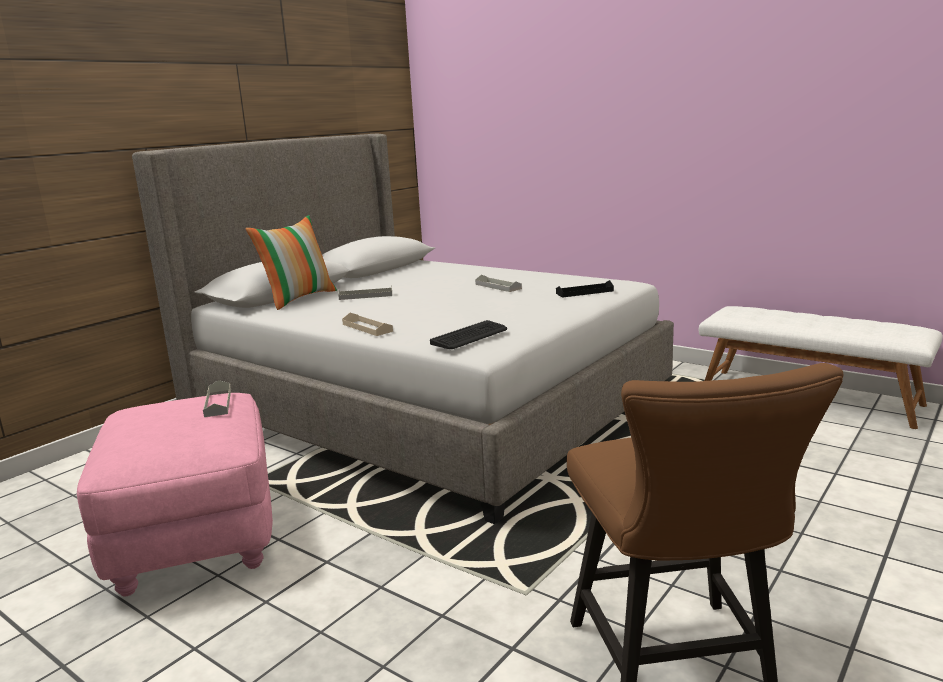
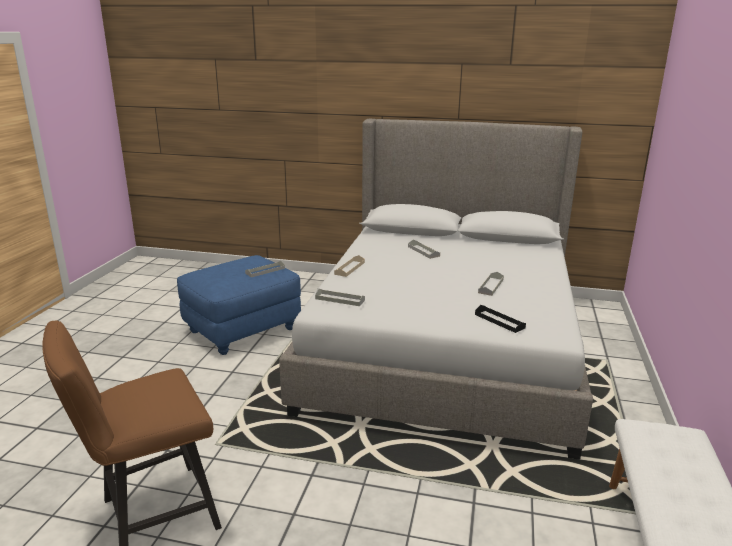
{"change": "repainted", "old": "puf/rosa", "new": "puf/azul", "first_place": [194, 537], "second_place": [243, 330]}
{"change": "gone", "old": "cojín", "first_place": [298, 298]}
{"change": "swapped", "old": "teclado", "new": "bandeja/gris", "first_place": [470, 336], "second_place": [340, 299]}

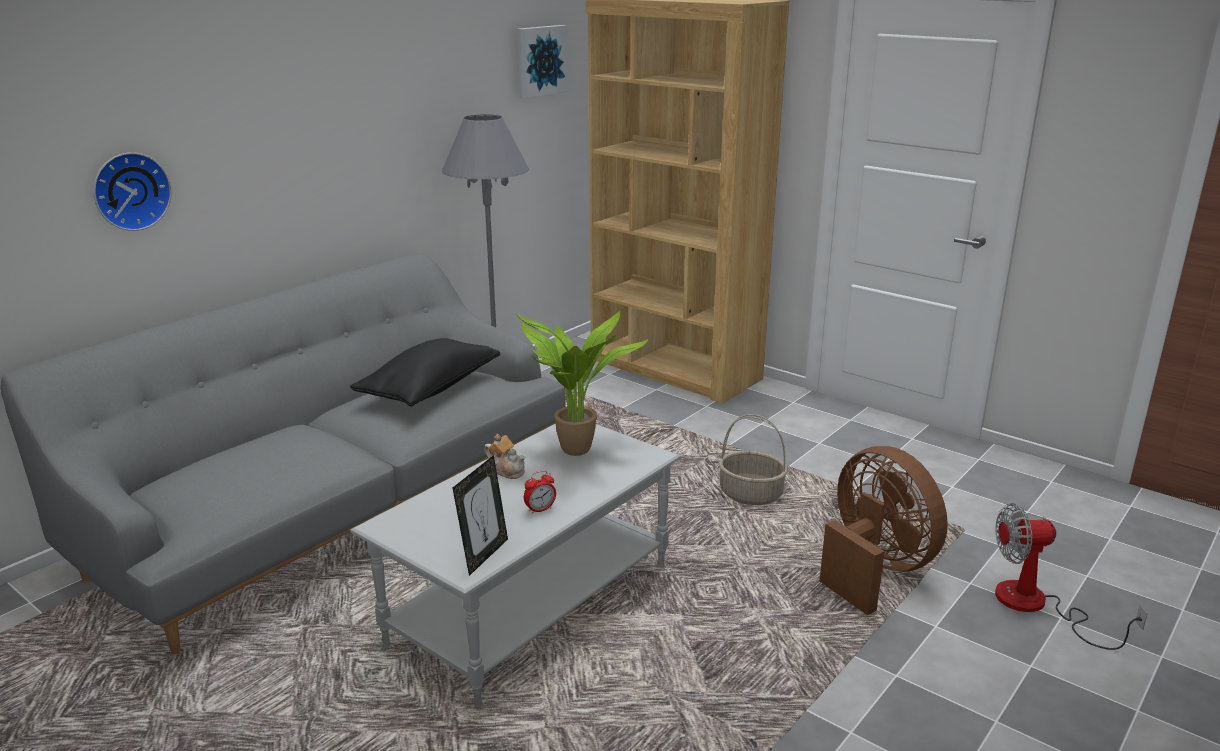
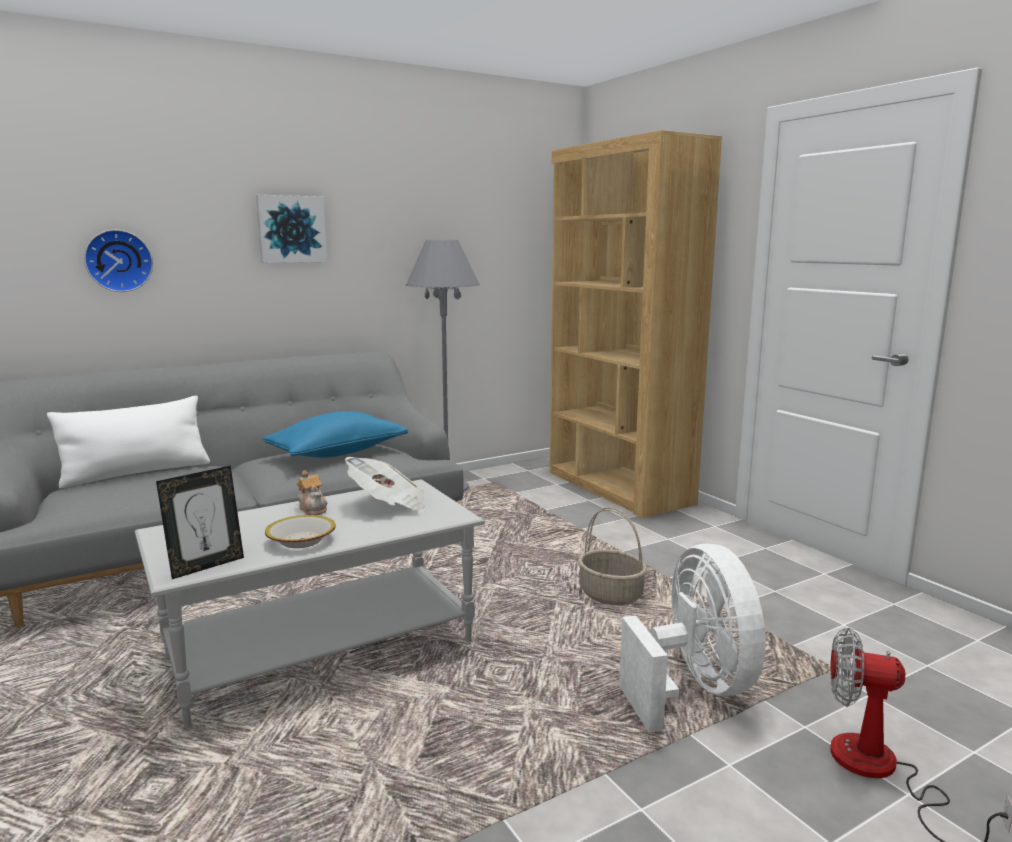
{"change": "repainted", "old": "cojín/negro", "new": "cojín/azul", "first_place": [429, 389], "second_place": [337, 453]}
{"change": "swapped", "old": "planta en maceta", "new": "periódico", "first_place": [576, 453], "second_place": [389, 505]}
{"change": "shifted", "old": "cuadro", "first_place": [540, 60], "second_place": [291, 229]}
{"change": "swapped", "old": "despertador", "new": "cuenco", "first_place": [540, 509], "second_place": [302, 540]}
{"change": "repainted", "old": "ventilador/marrón", "new": "ventilador/blanco", "first_place": [874, 569], "second_place": [694, 688]}
{"change": "new", "new": "cojín/blanco", "second_place": [137, 473]}

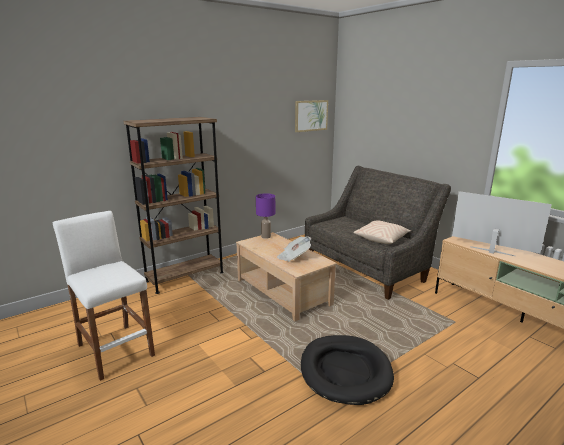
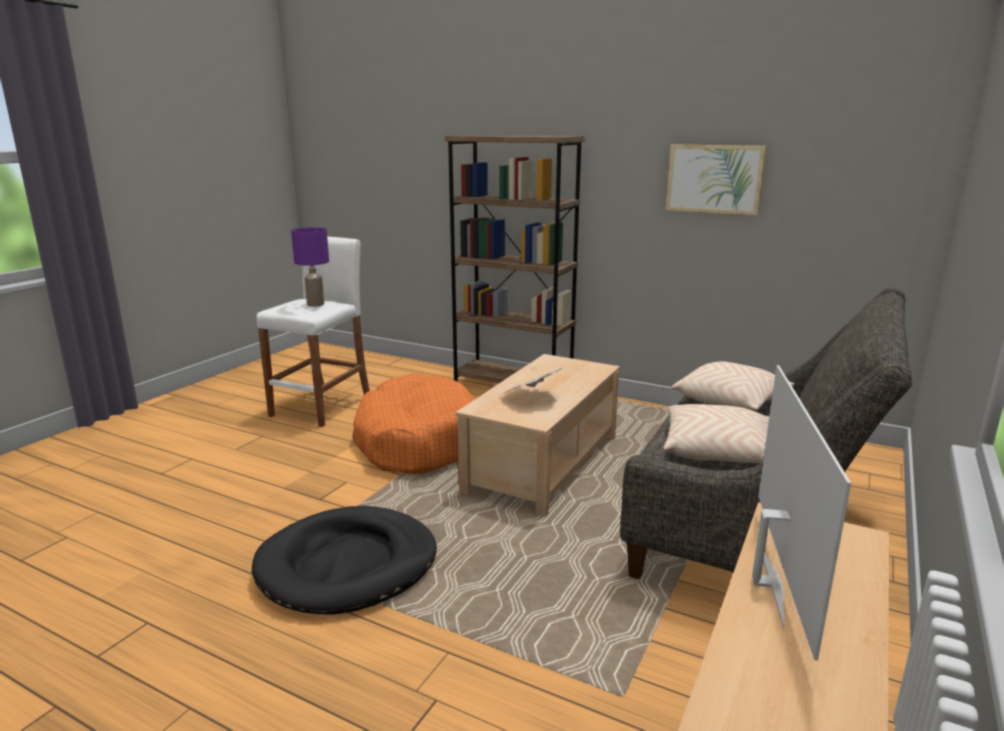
{"change": "shifted", "old": "lámpara de mesa/morado", "first_place": [266, 236], "second_place": [316, 304]}
{"change": "shifted", "old": "cuadro", "first_place": [311, 115], "second_place": [714, 179]}
{"change": "new", "new": "cama para perro/naranja", "second_place": [417, 441]}
{"change": "new", "new": "cojín/beis", "second_place": [731, 401]}

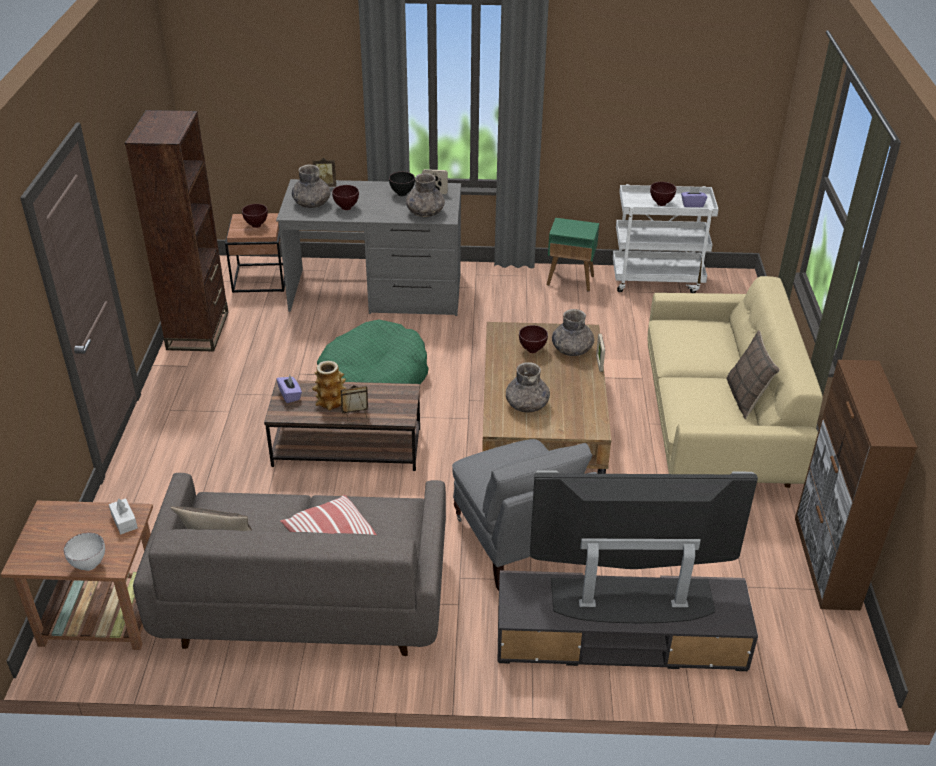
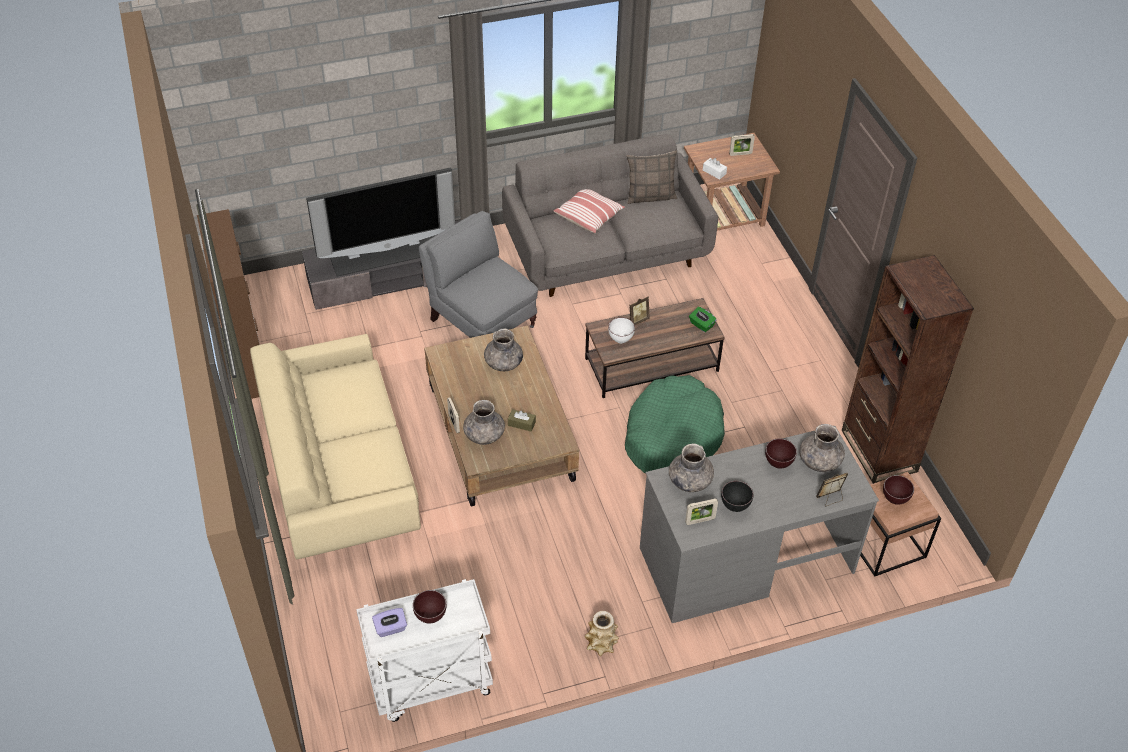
{"change": "shifted", "old": "cuenco/blanco", "first_place": [89, 566], "second_place": [620, 339]}
{"change": "repainted", "old": "caja de pañuelos/morado", "new": "caja de pañuelos/verde", "first_place": [290, 395], "second_place": [701, 325]}
{"change": "shifted", "old": "florero", "first_place": [331, 401], "second_place": [601, 644]}
{"change": "swapped", "old": "cuenco/marrón", "new": "caja de pañuelos/marrón", "first_place": [531, 350], "second_place": [521, 424]}
{"change": "gone", "old": "mesa auxiliar/verde", "first_place": [571, 280]}
{"change": "gone", "old": "cojín", "first_place": [746, 398]}
{"change": "new", "new": "portarretratos", "second_place": [740, 154]}

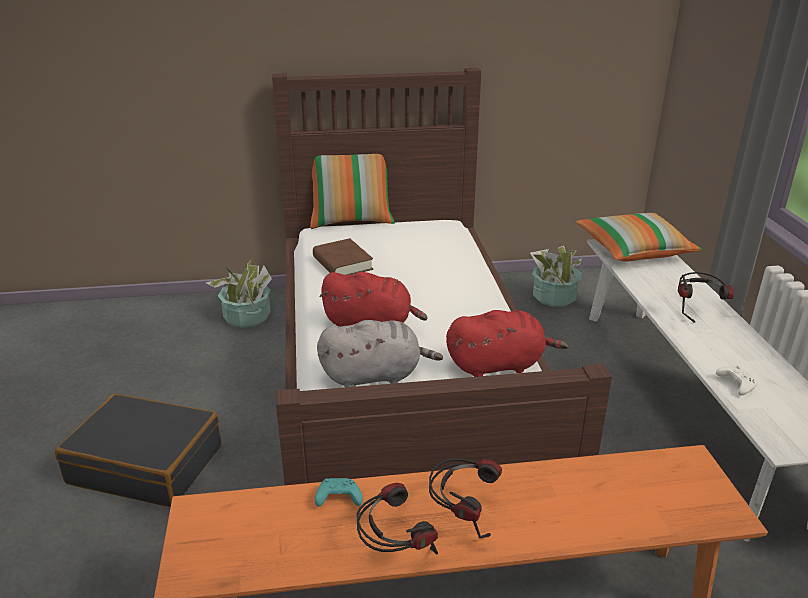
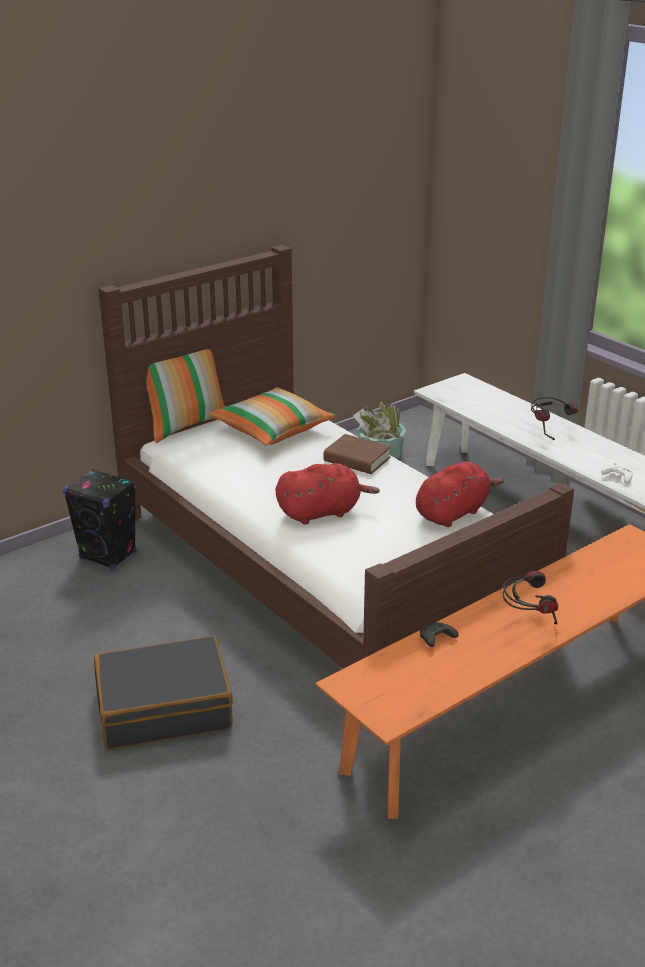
{"change": "swapped", "old": "planta en maceta", "new": "altavoz/negro", "first_place": [247, 317], "second_place": [108, 556]}
{"change": "shifted", "old": "libro/marrón", "first_place": [342, 263], "second_place": [357, 459]}
{"change": "repainted", "old": "mando de consola/turquesa", "new": "mando de consola/negro", "first_place": [337, 499], "second_place": [436, 639]}
{"change": "gone", "old": "peluche/gris", "first_place": [375, 376]}
{"change": "gone", "old": "auriculares", "first_place": [394, 551]}
{"change": "shifted", "old": "cojín", "first_place": [634, 250], "second_place": [272, 430]}

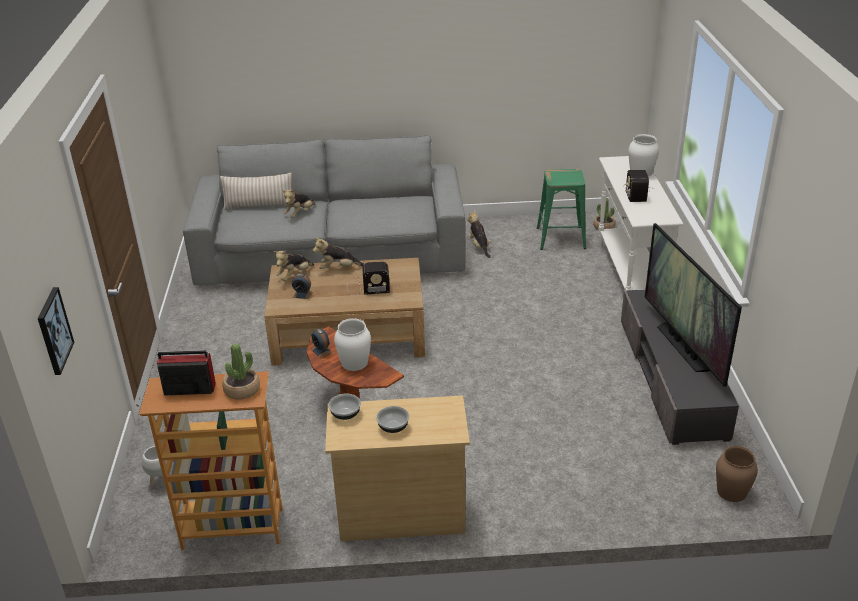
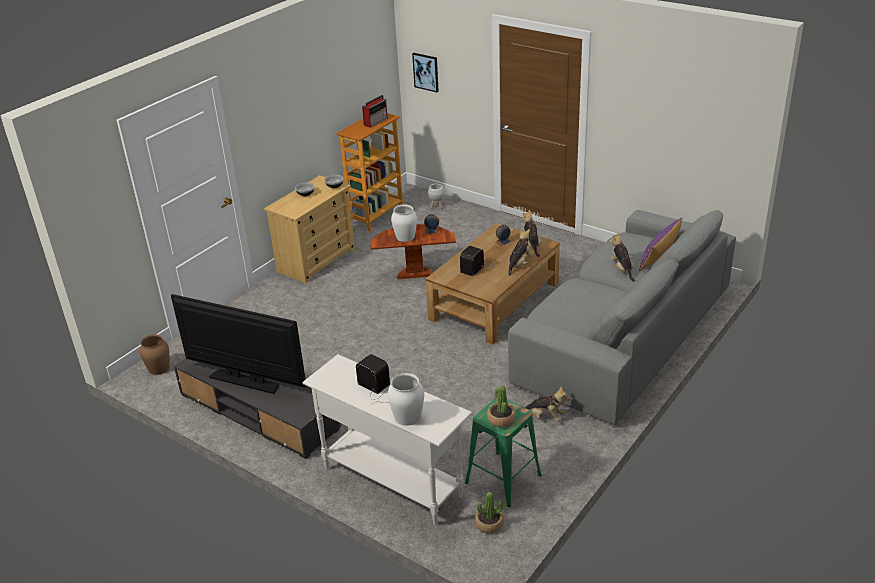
{"change": "repainted", "old": "cojín/beis", "new": "cojín/morado", "first_place": [259, 206], "second_place": [659, 256]}
{"change": "shifted", "old": "planta en maceta", "first_place": [242, 390], "second_place": [501, 419]}

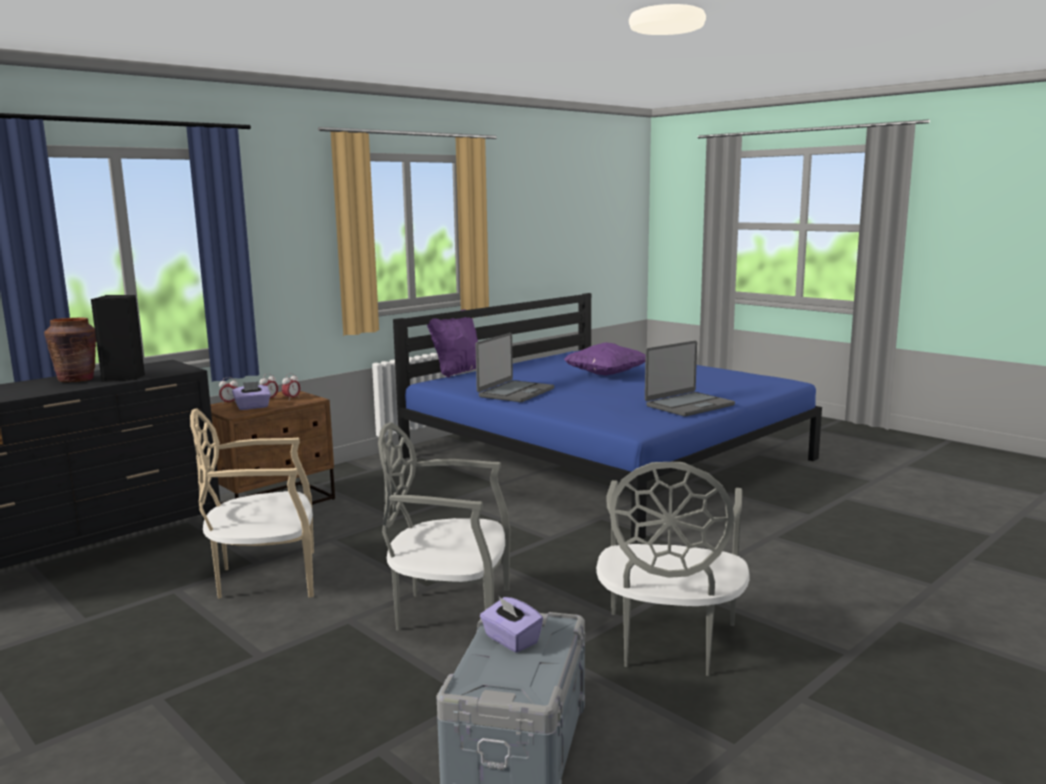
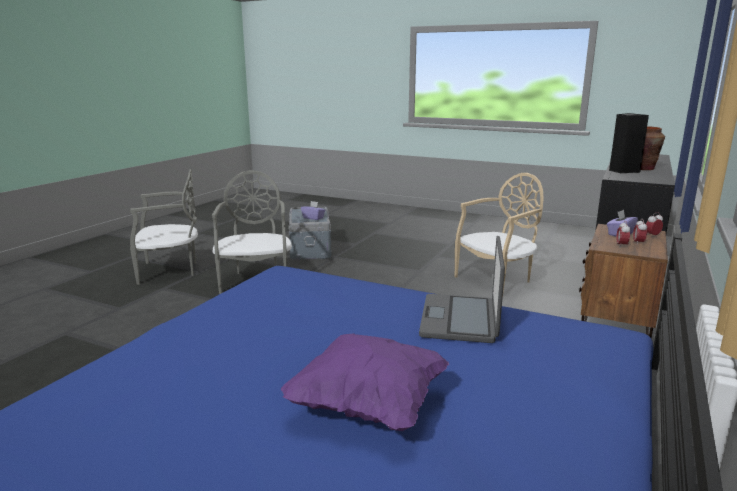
{"change": "shifted", "old": "silla/gris", "first_place": [451, 613], "second_place": [169, 271]}
{"change": "gone", "old": "cojín/morado", "first_place": [457, 372]}
{"change": "gone", "old": "portátil", "first_place": [688, 405]}

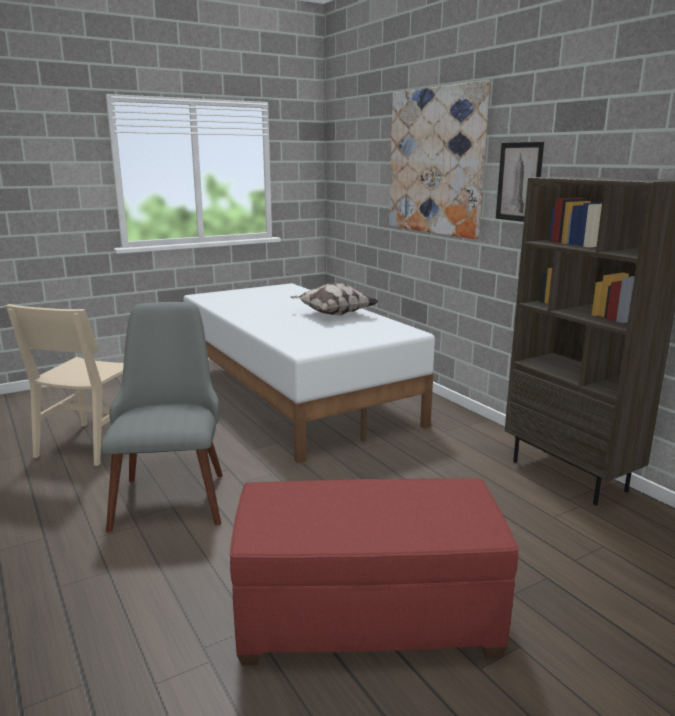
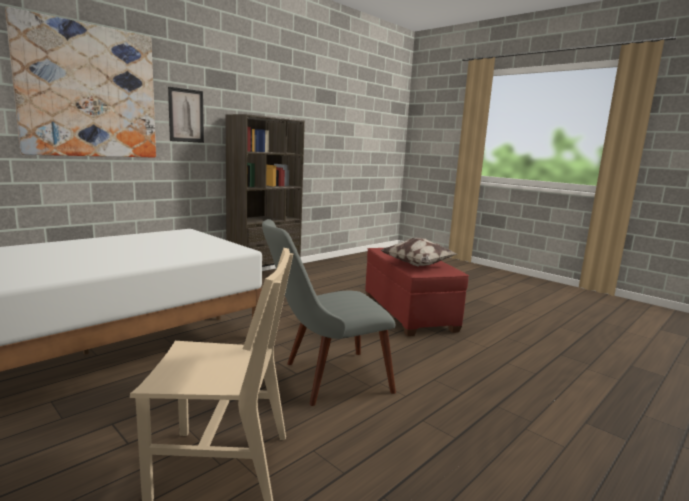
{"change": "shifted", "old": "cojín", "first_place": [333, 314], "second_place": [418, 265]}

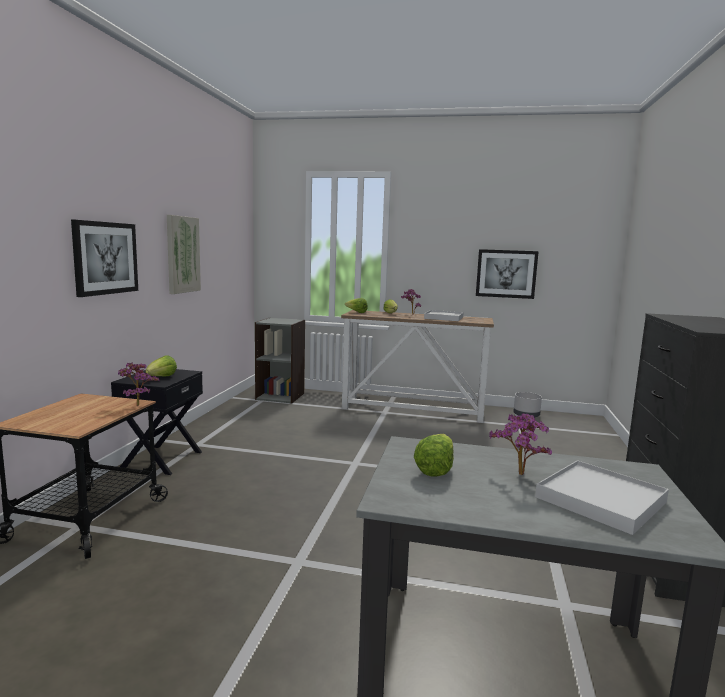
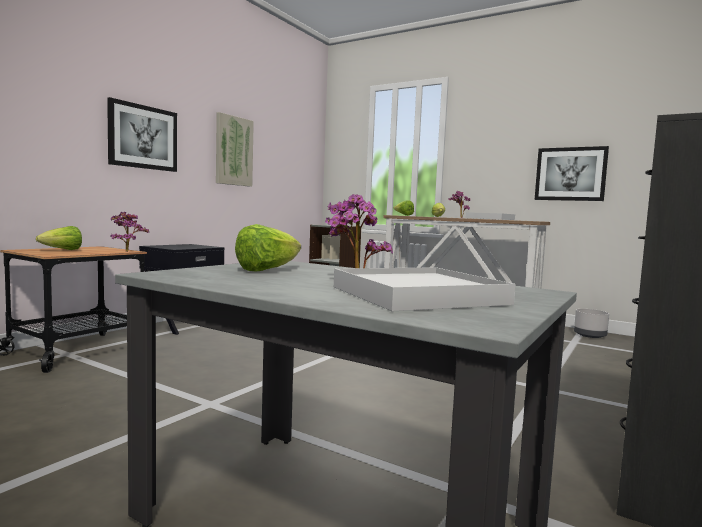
{"change": "shifted", "old": "lechuga", "first_place": [161, 377], "second_place": [62, 250]}

